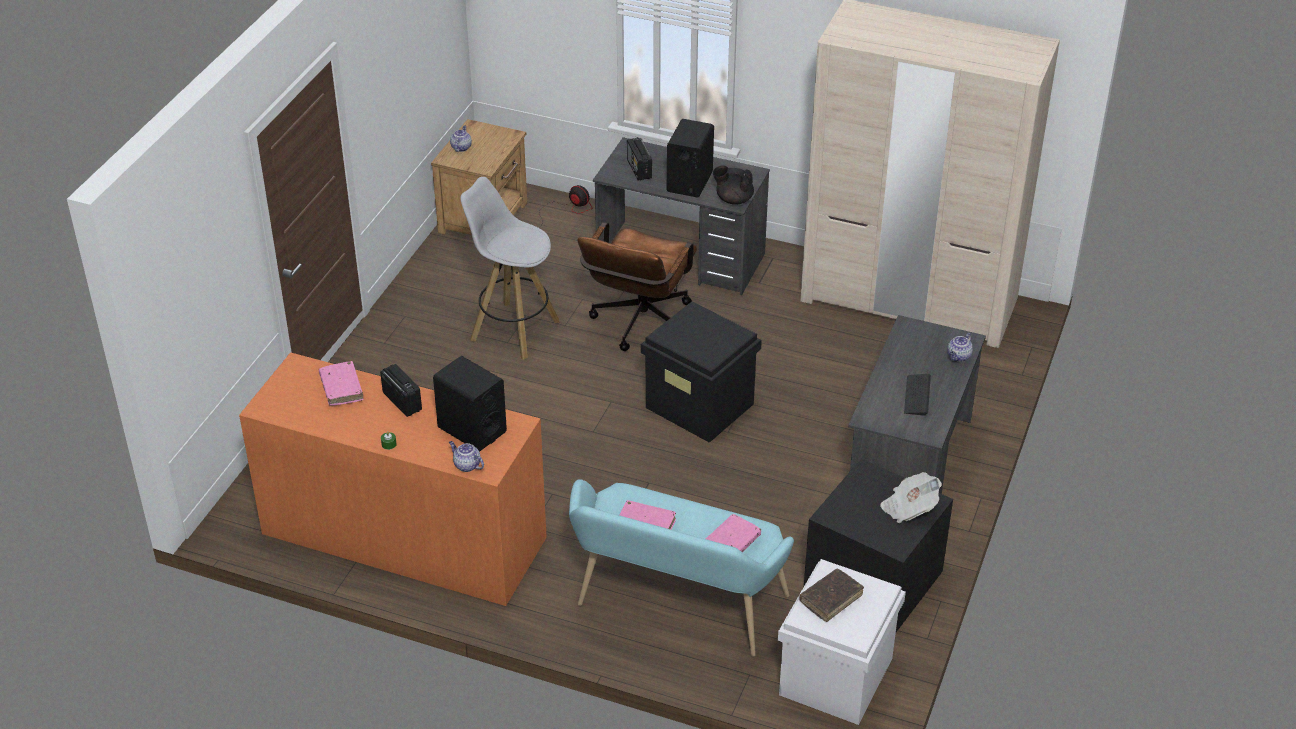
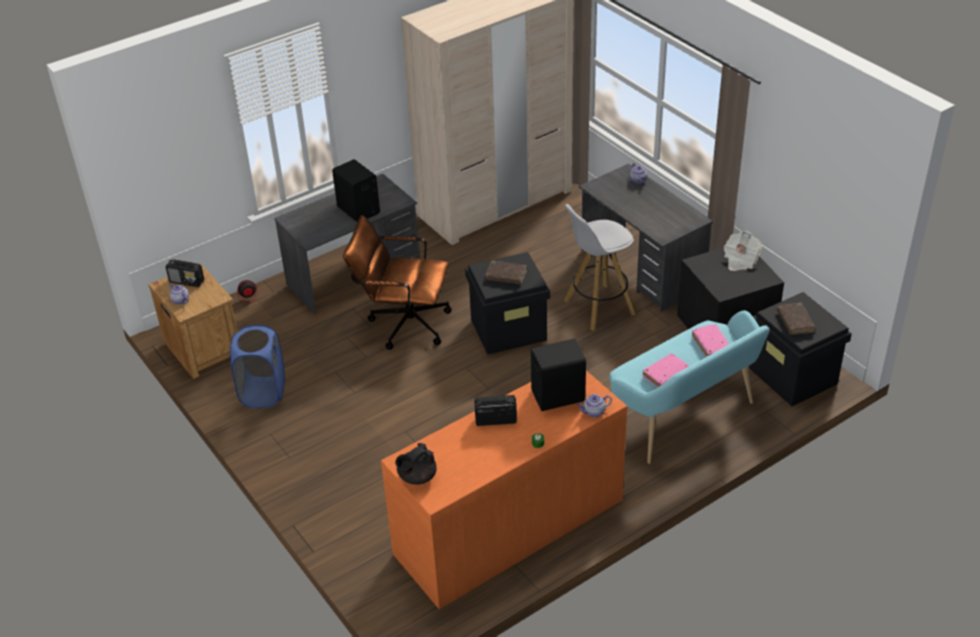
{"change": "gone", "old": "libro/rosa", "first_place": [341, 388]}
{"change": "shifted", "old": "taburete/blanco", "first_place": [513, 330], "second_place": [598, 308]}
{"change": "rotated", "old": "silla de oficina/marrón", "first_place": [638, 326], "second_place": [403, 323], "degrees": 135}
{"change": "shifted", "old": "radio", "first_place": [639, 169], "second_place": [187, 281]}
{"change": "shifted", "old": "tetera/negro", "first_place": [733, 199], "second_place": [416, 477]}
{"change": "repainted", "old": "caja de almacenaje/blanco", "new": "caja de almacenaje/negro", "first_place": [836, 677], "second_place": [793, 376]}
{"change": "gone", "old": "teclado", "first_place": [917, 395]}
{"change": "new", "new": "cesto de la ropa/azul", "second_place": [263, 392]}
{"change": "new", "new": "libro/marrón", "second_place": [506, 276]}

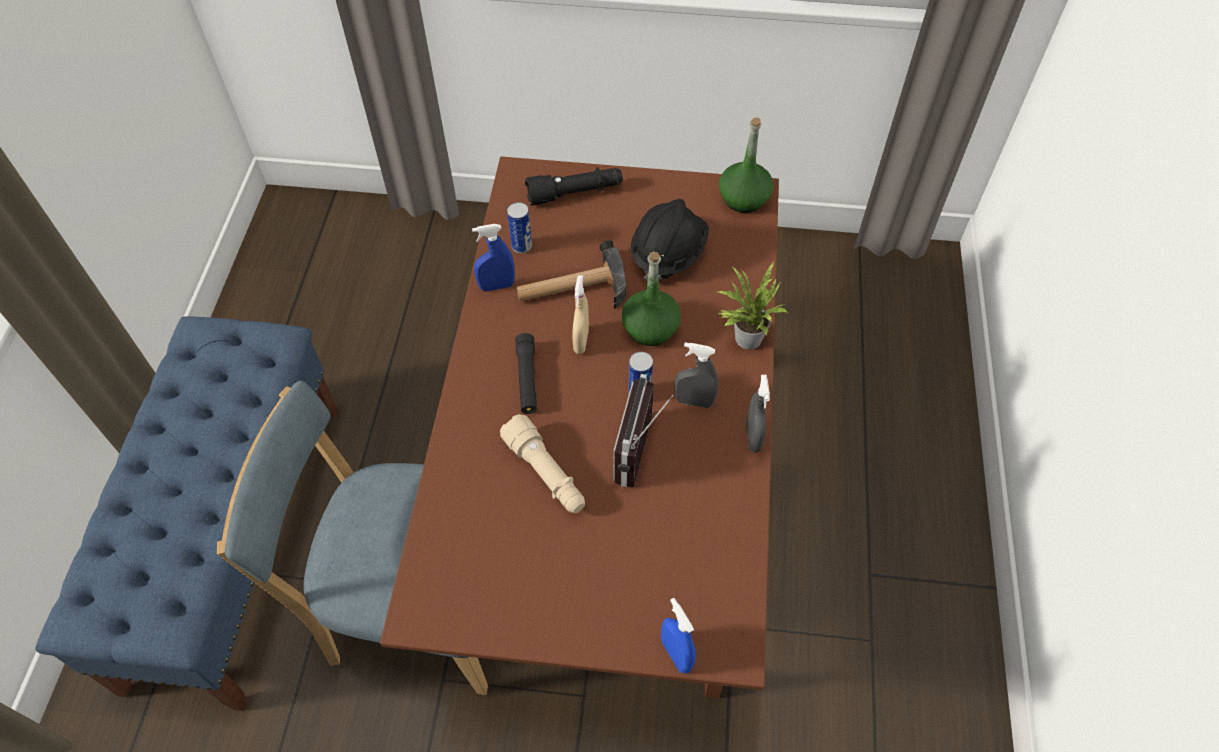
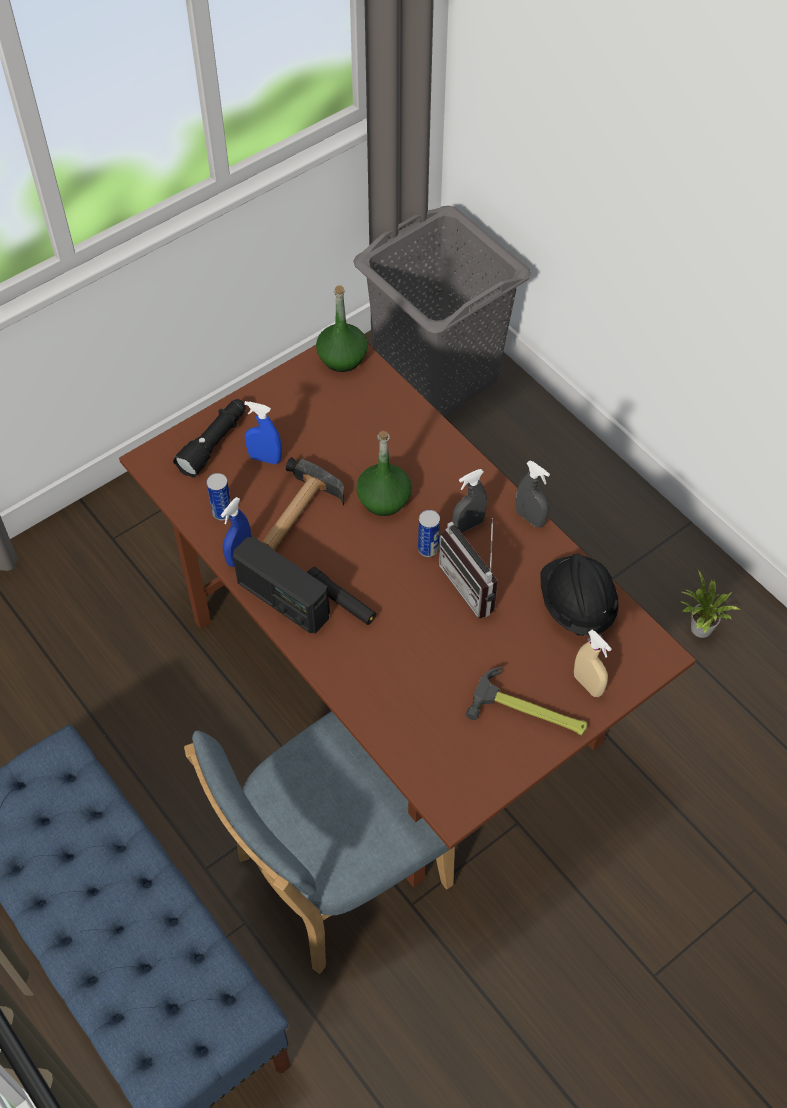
{"change": "gone", "old": "linterna/beis", "first_place": [546, 473]}
{"change": "shifted", "old": "pulverizador/beis", "first_place": [581, 341], "second_place": [588, 684]}
{"change": "shifted", "old": "casco/negro", "first_place": [668, 253], "second_place": [576, 605]}
{"change": "shifted", "old": "pulverizador/azul", "first_place": [676, 654], "second_place": [265, 458]}
{"change": "shifted", "old": "planta en maceta", "first_place": [744, 337], "second_place": [698, 629]}
{"change": "new", "new": "radio", "second_place": [282, 600]}
{"change": "new", "new": "cesto de la ropa/gris", "second_place": [437, 374]}
{"change": "new", "new": "martillo", "second_place": [530, 712]}

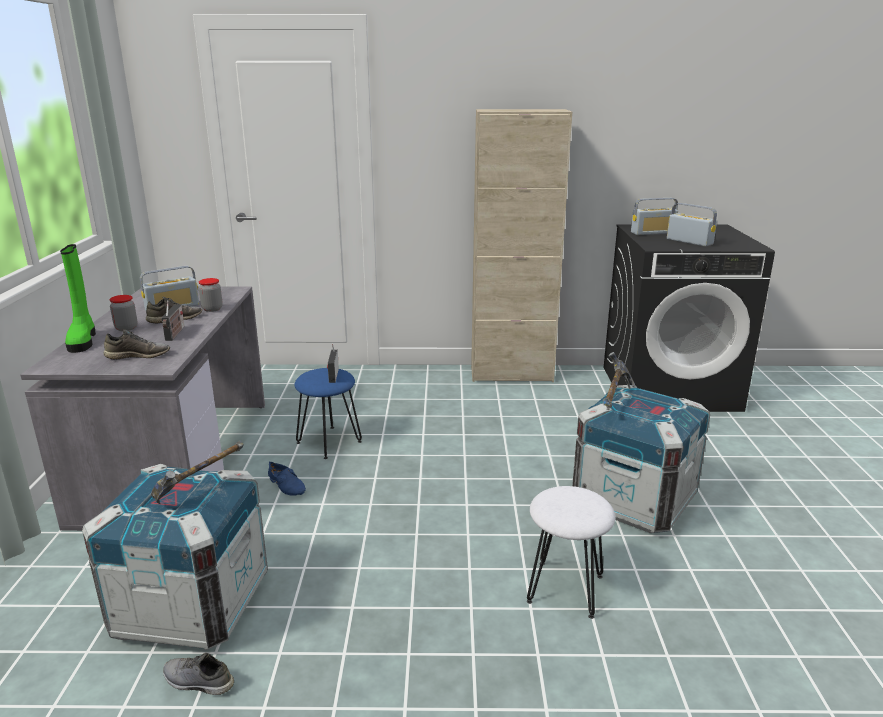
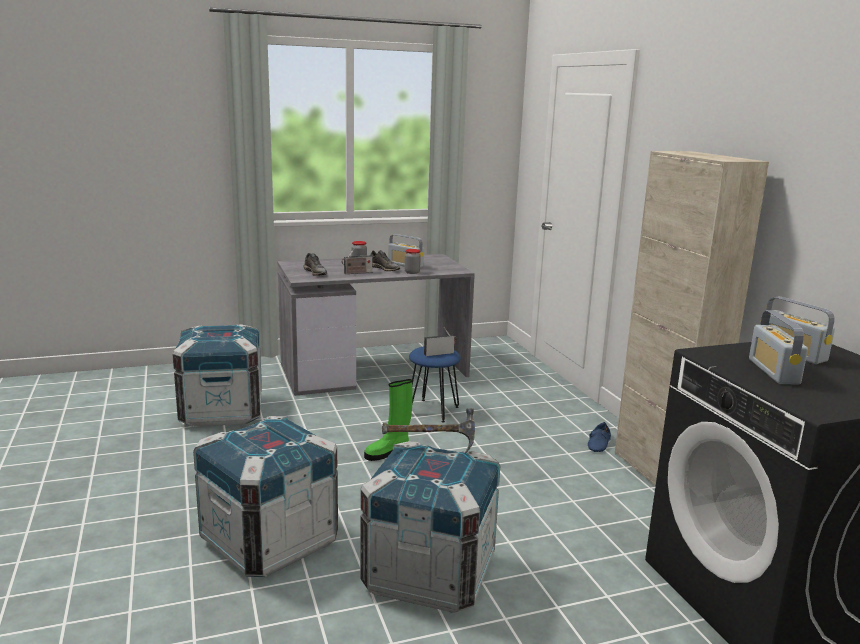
{"change": "shifted", "old": "bota/verde", "first_place": [83, 341], "second_place": [388, 452]}
{"change": "gone", "old": "martillo", "first_place": [201, 488]}
{"change": "gone", "old": "zapato/gris", "first_place": [197, 682]}
{"change": "shifted", "old": "zapato/azul", "first_place": [287, 485], "second_place": [600, 444]}
{"change": "swapped", "old": "taburete/blanco", "new": "caja de embalaje", "first_place": [565, 588], "second_place": [270, 541]}
{"change": "rotated", "old": "radio", "first_place": [689, 241], "second_place": [773, 371], "degrees": 150}

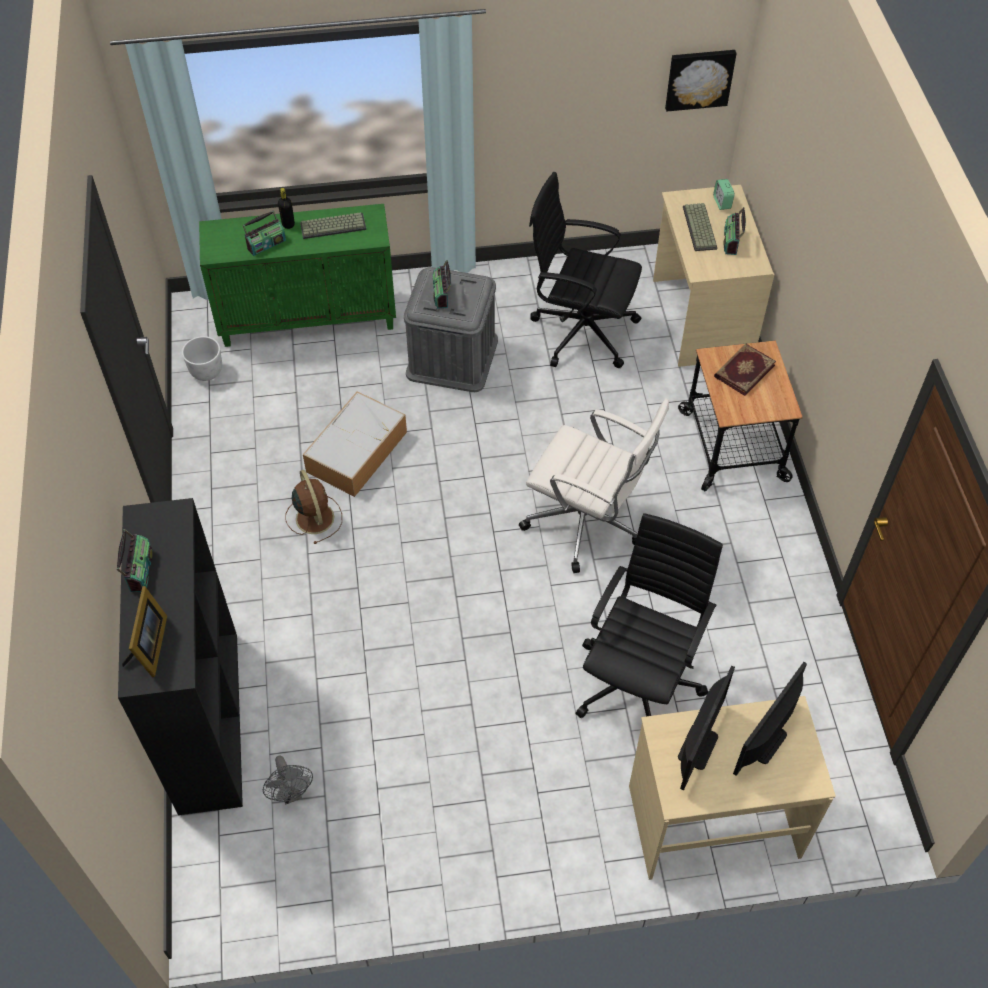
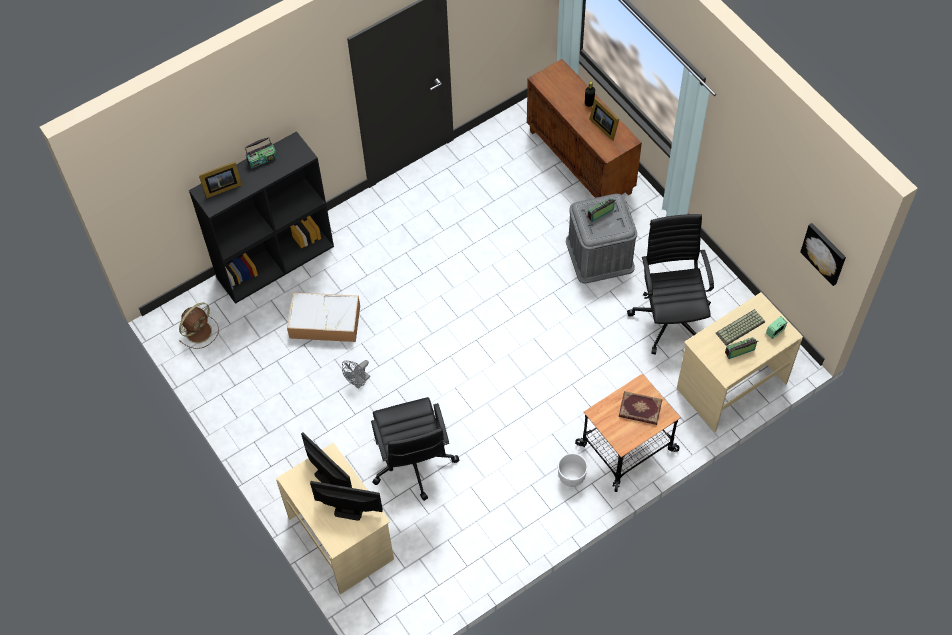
{"change": "shifted", "old": "maceta/blanco", "first_place": [206, 372], "second_place": [572, 477]}
{"change": "repainted", "old": "armario/verde", "new": "armario/marrón", "first_place": [309, 318], "second_place": [581, 162]}
{"change": "gone", "old": "radio", "first_place": [266, 244]}
{"change": "shifted", "old": "ventilador/gris", "first_place": [291, 793], "second_place": [358, 382]}
{"change": "shifted", "old": "ventilador/marrón", "first_place": [314, 517], "second_place": [199, 331]}
{"change": "swapped", "old": "teclado", "new": "portarretratos", "first_place": [333, 225], "second_place": [604, 126]}
{"change": "shifted", "old": "caja de almacenaje", "first_place": [357, 450], "second_place": [326, 322]}
{"change": "gone", "old": "silla de oficina/blanco", "first_place": [587, 523]}
{"change": "rotated", "old": "silla de oficina/negro", "first_place": [639, 681], "second_place": [413, 463], "degrees": 75}
{"change": "rotated", "old": "monitor", "first_place": [697, 746], "second_place": [328, 477], "degrees": -135}

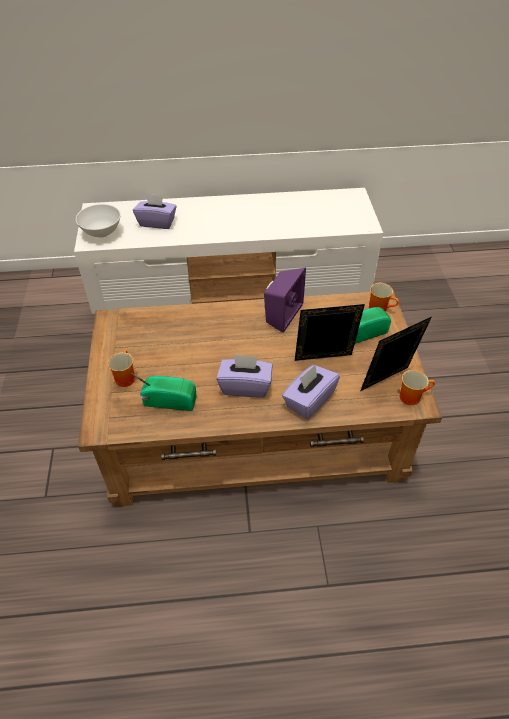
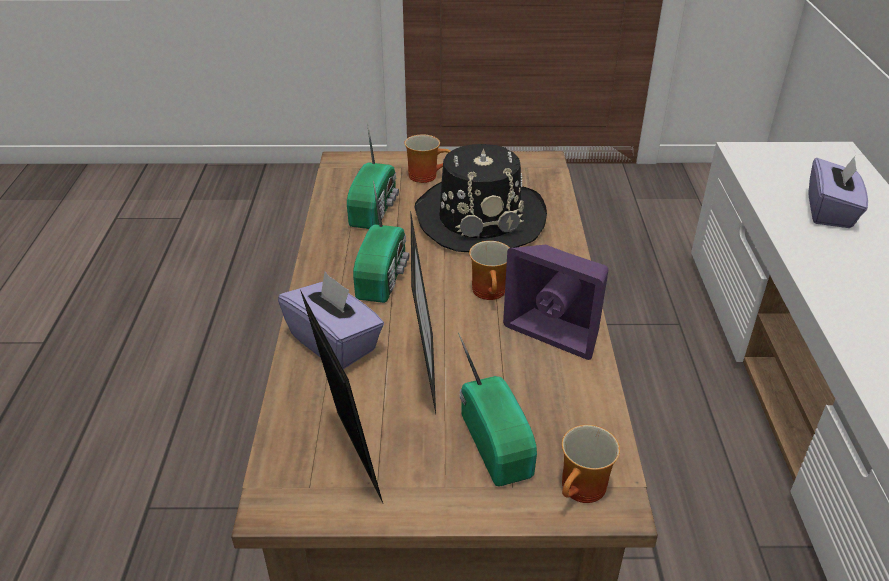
{"change": "gone", "old": "cuenco/blanco", "first_place": [102, 233]}
{"change": "swapped", "old": "caja de pañuelos/morado", "new": "radio", "first_place": [245, 386], "second_place": [384, 276]}
{"change": "shifted", "old": "taza grande", "first_place": [411, 395], "second_place": [492, 292]}
{"change": "new", "new": "sombrero/negro", "second_place": [480, 217]}

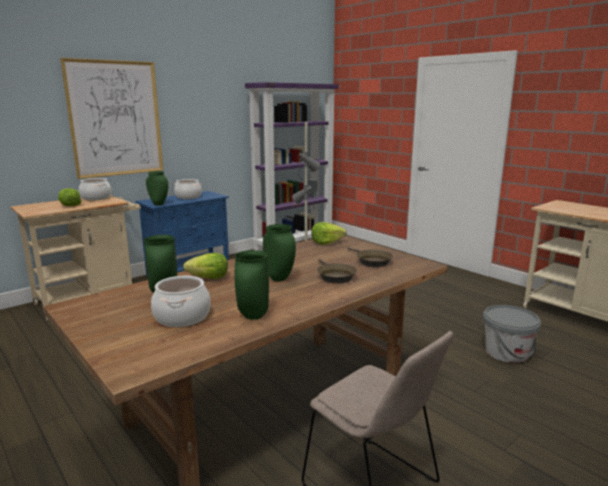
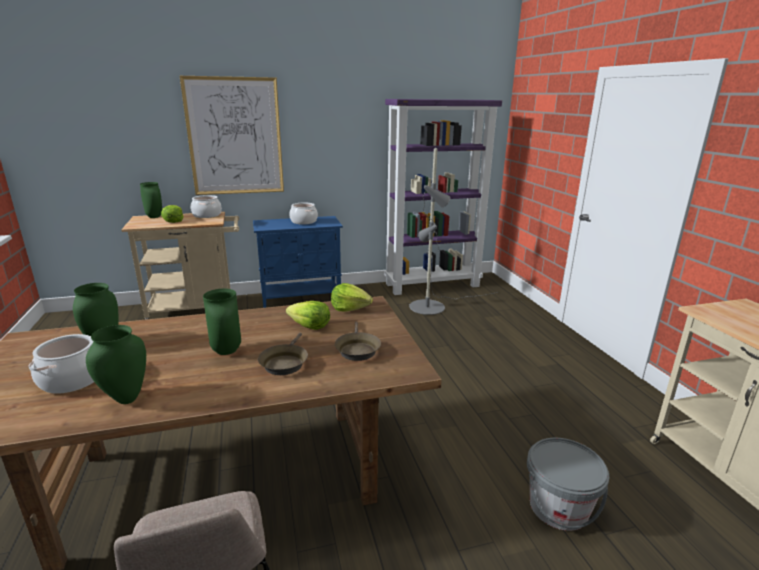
{"change": "shifted", "old": "florero/verde", "first_place": [158, 204], "second_place": [154, 217]}
{"change": "shifted", "old": "lechuga", "first_place": [209, 278], "second_place": [310, 326]}

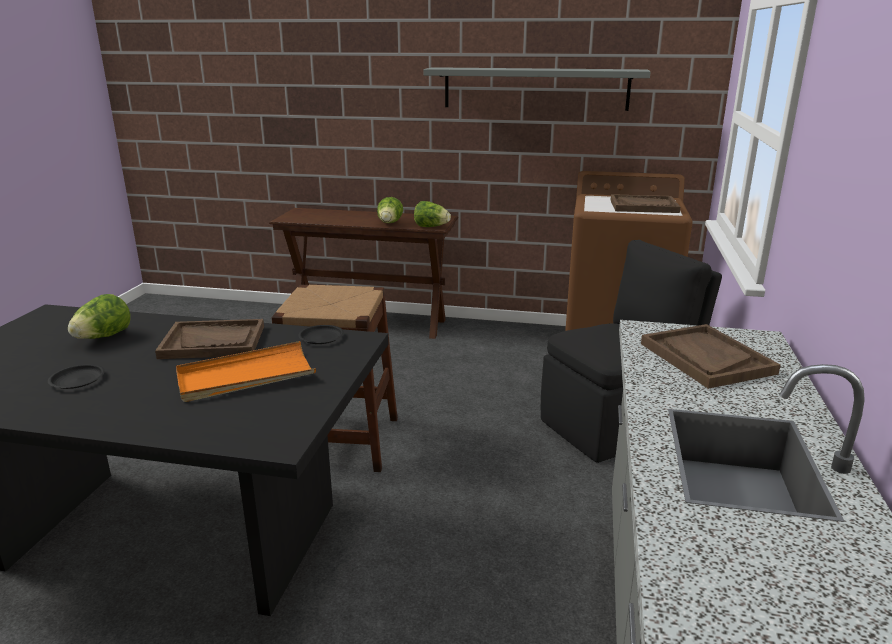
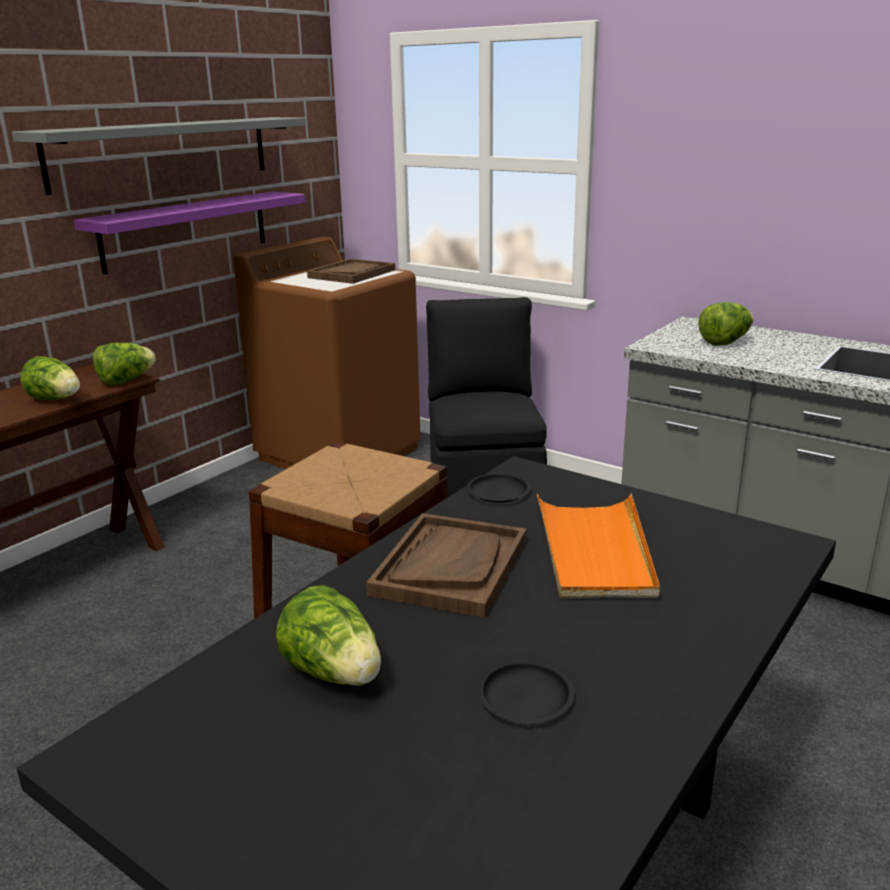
{"change": "swapped", "old": "bandeja/marrón", "new": "lechuga", "first_place": [705, 358], "second_place": [725, 342]}
{"change": "new", "new": "estante/morado", "second_place": [186, 230]}

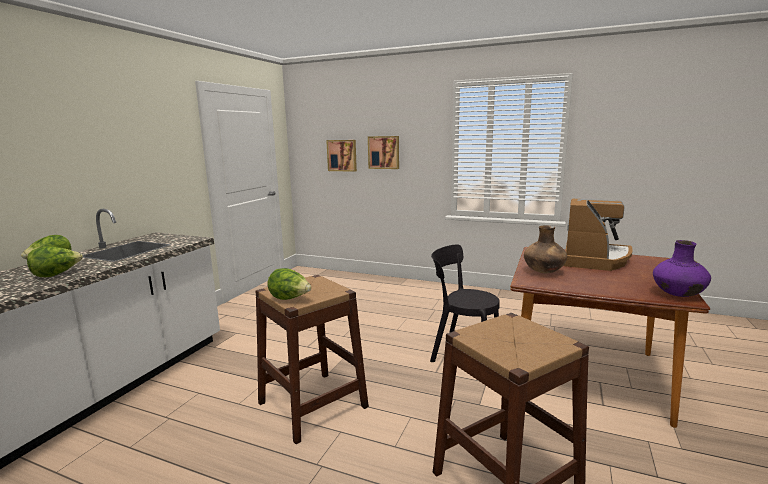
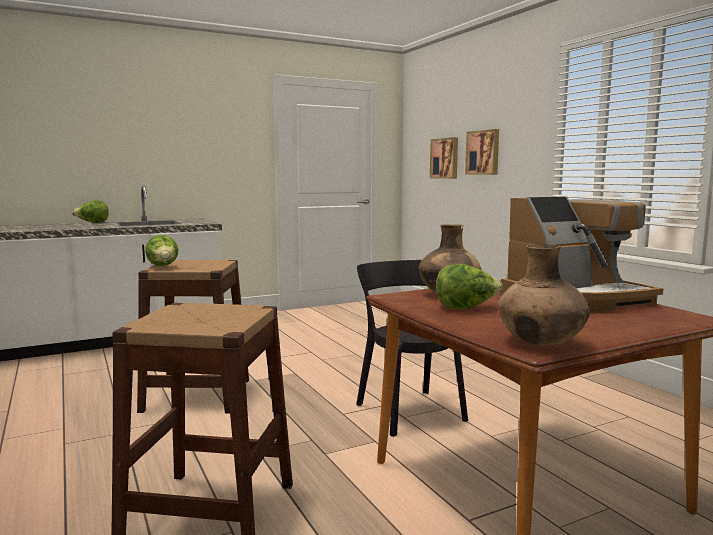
{"change": "shifted", "old": "lechuga", "first_place": [56, 274], "second_place": [466, 308]}
{"change": "repainted", "old": "florero/morado", "new": "florero/marrón", "first_place": [678, 294], "second_place": [541, 343]}

